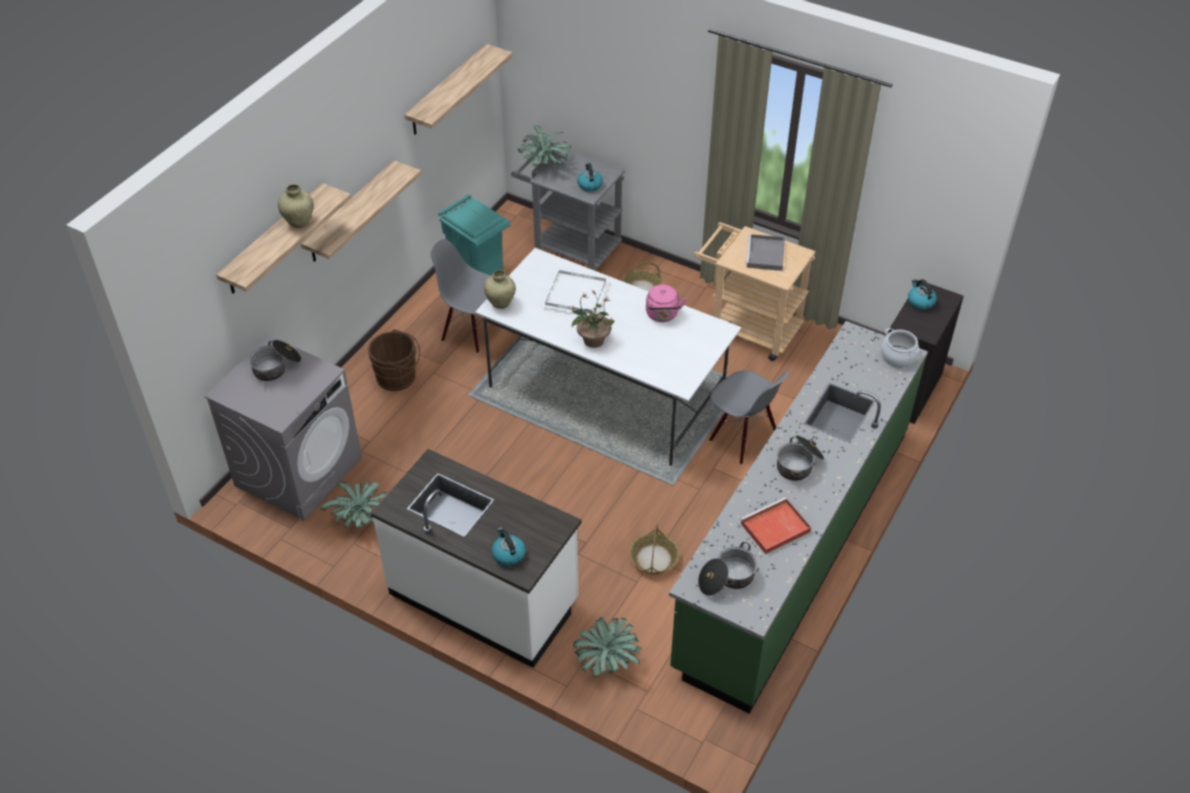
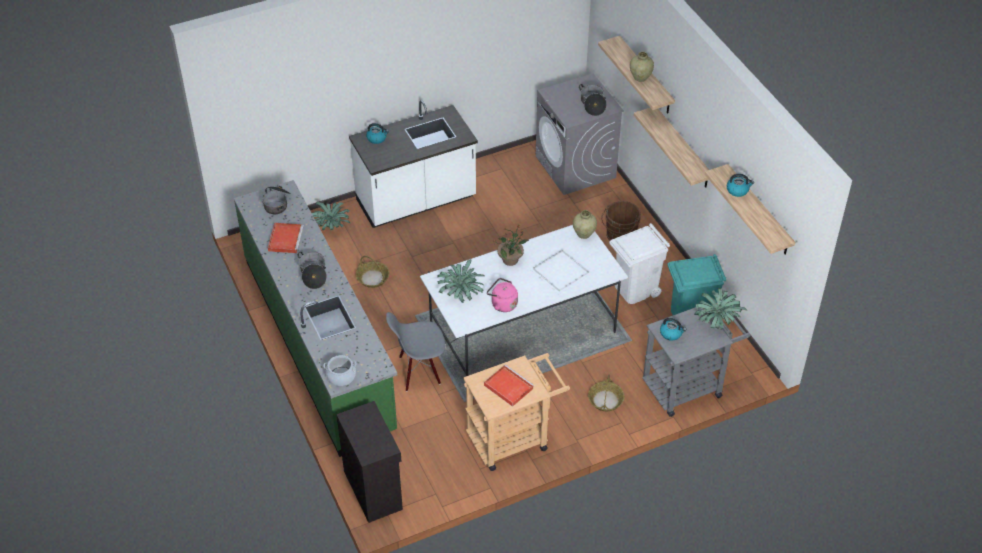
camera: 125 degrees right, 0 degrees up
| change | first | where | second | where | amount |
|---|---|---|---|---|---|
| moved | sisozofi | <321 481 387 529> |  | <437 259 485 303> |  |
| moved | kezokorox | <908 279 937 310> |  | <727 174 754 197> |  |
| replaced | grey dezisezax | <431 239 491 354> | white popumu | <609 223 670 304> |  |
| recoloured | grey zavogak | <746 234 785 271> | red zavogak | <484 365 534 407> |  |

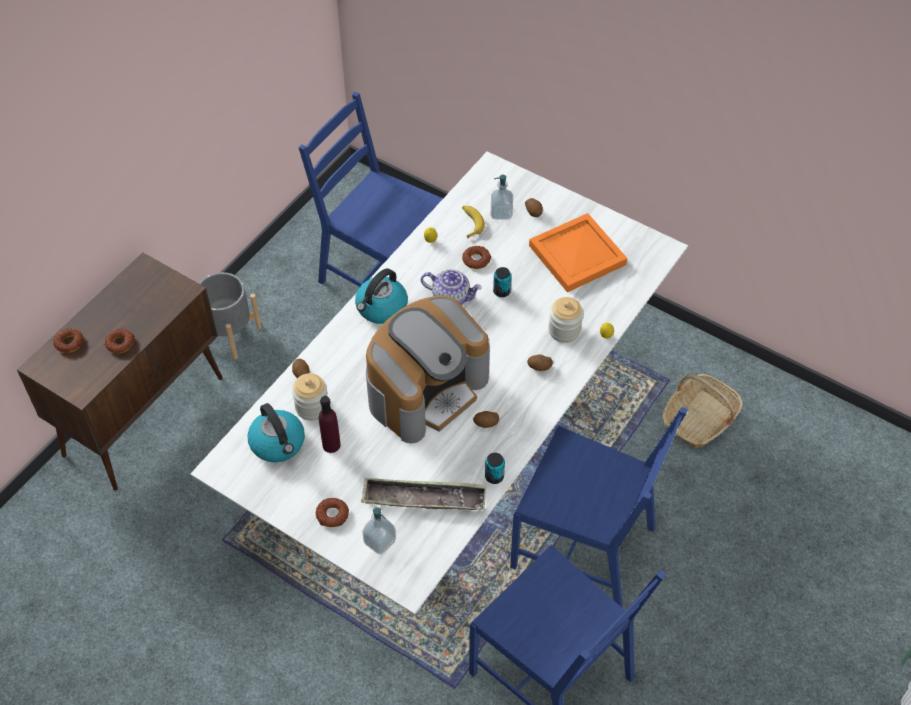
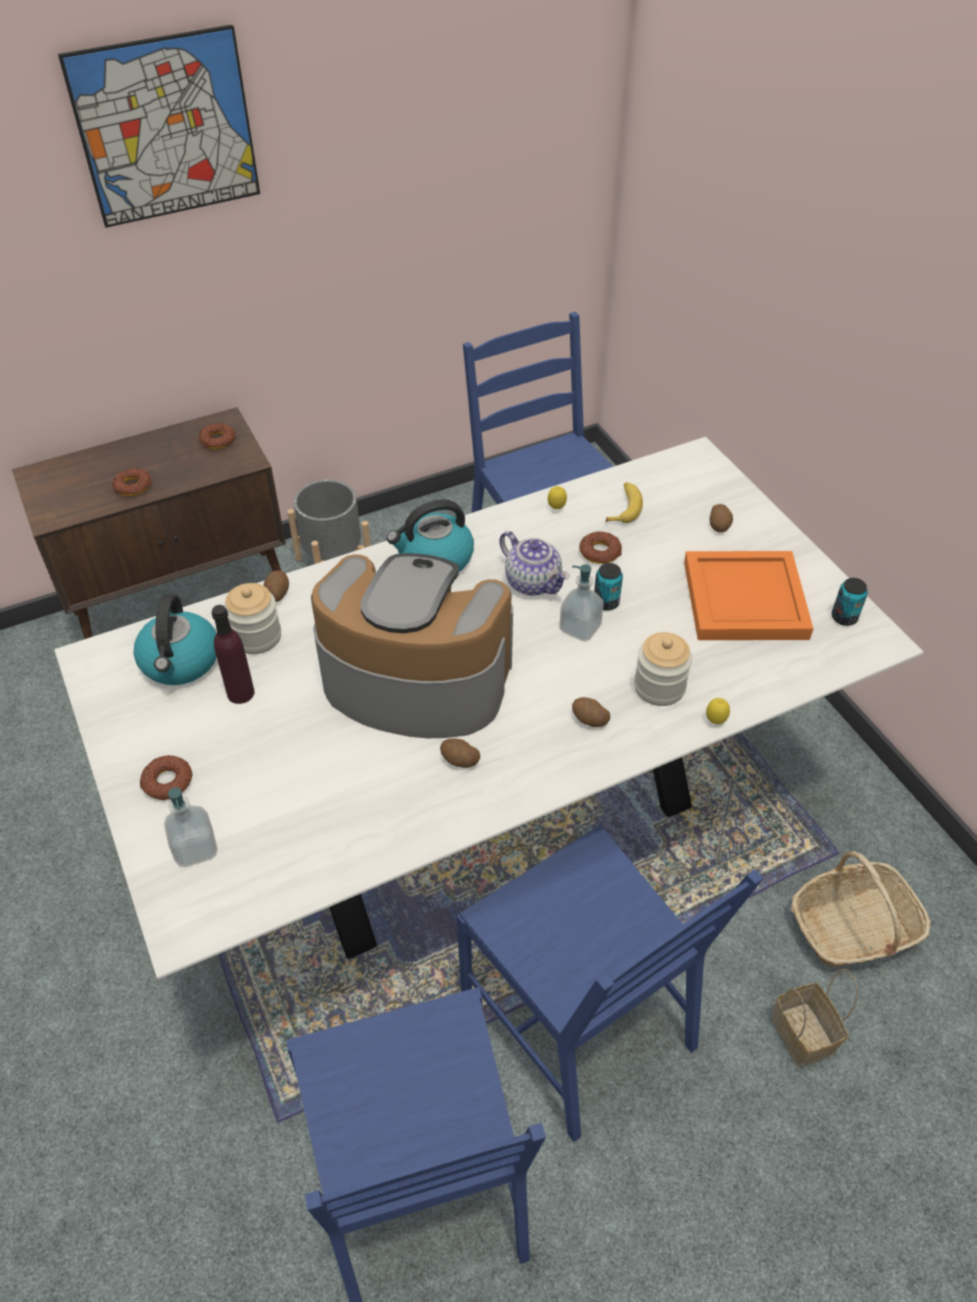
camera: 30 degrees right, 5 degrees down
| change | first | where | second | where | amount |
|---|---|---|---|---|---|
| removed | zavogak | <361 478 486 510> |  |  |  |
| added |  |  | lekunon | <58 24 260 228> |  |
| added |  |  | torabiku | <771 969 858 1067> |  |
| moved | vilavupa | <53 329 83 354> |  | <198 423 235 449> |  |
| moved | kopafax | <485 453 505 484> |  | <831 578 868 626> |  |
| moved | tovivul | <491 175 513 220> |  | <559 564 604 641> |  |
| turned | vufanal | <366 295 490 443> |  | <311 553 513 738> | 150 degrees counterclockwise |

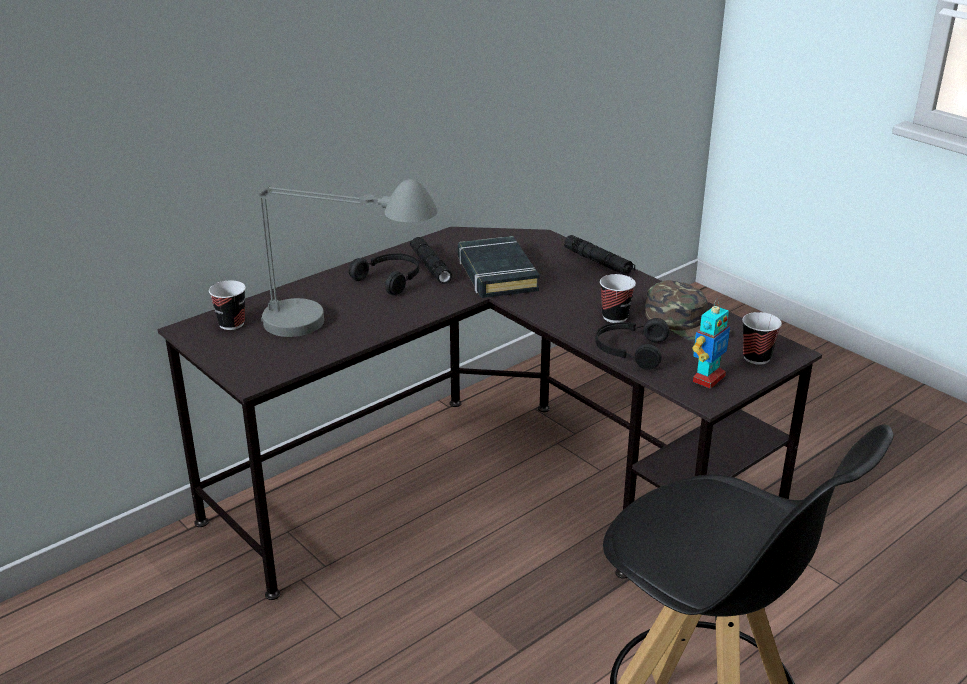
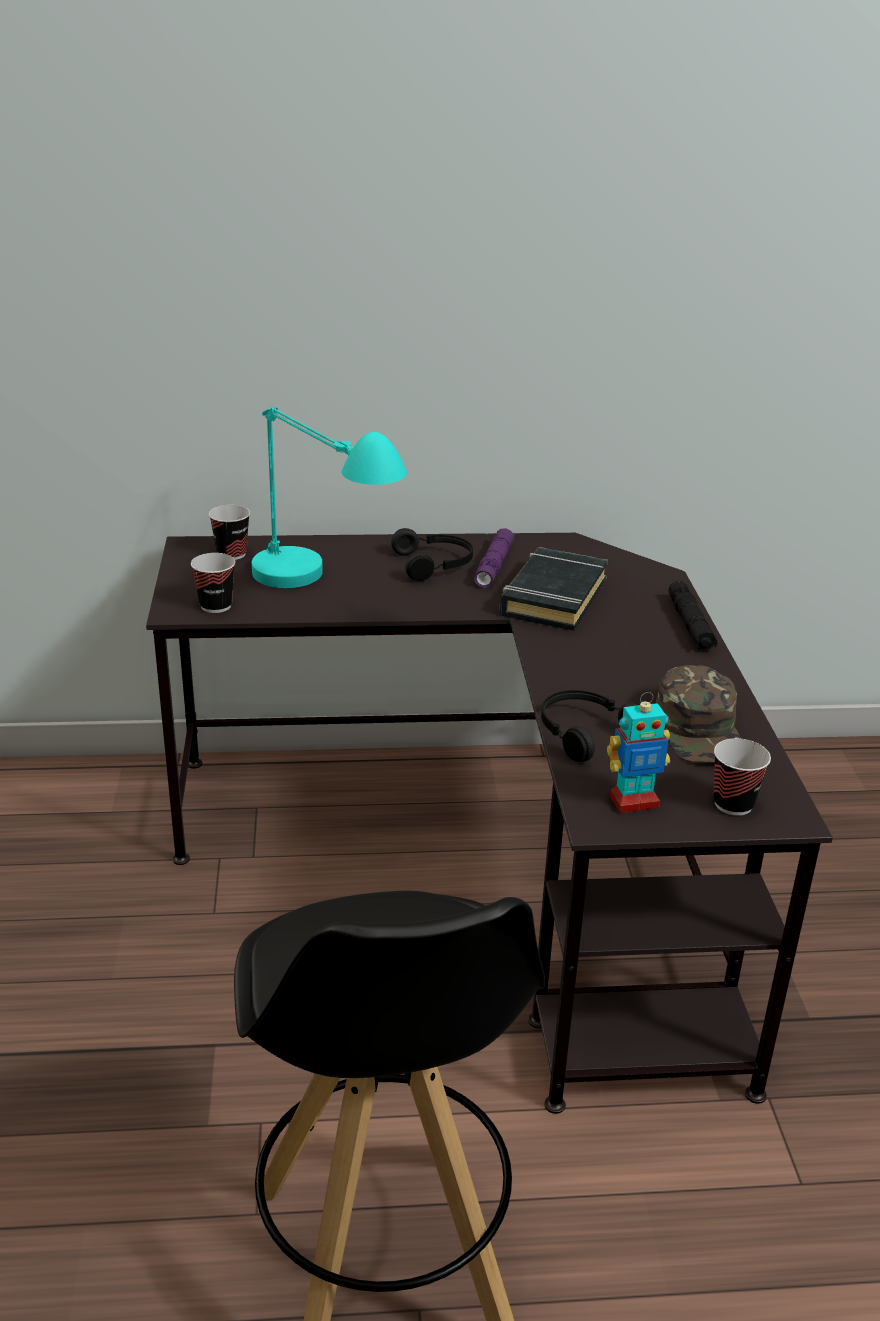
camera: 35 degrees right, 0 degrees up
| change | first | where | second | where | amount |
|---|---|---|---|---|---|
| moved | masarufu | <600 274 636 323> |  | <191 553 236 613> |  |
| recoloured | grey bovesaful | <258 179 438 337> | turquoise bovesaful | <252 407 407 588> |  |
| recoloured | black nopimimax | <410 237 452 284> | purple nopimimax | <474 528 515 588> |  |

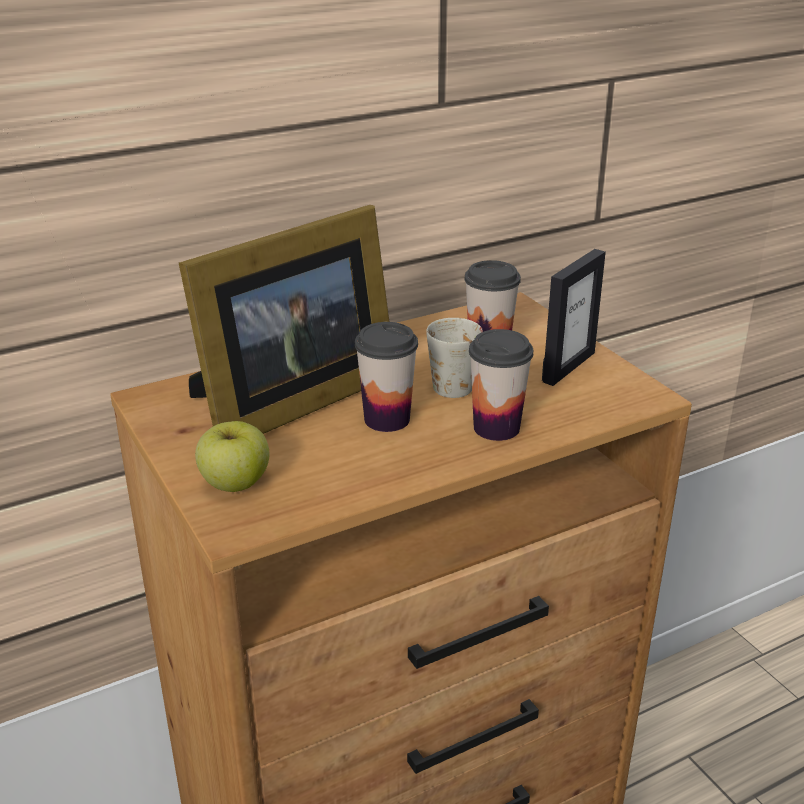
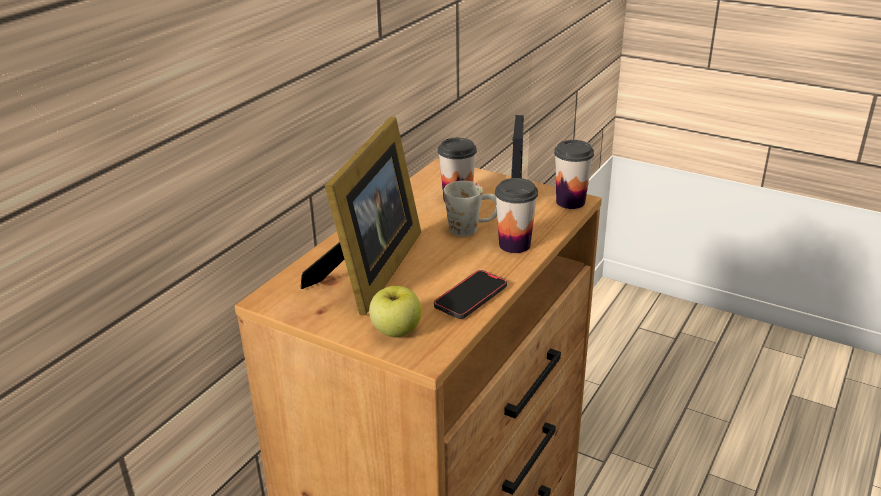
camera: 30 degrees left, 0 degrees up
| change | first | where | second | where | amount |
|---|---|---|---|---|---|
| added |  |  | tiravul | <434 270 507 319> |  |
| moved | masarufu | <355 322 418 432> |  | <554 140 594 209> |  |

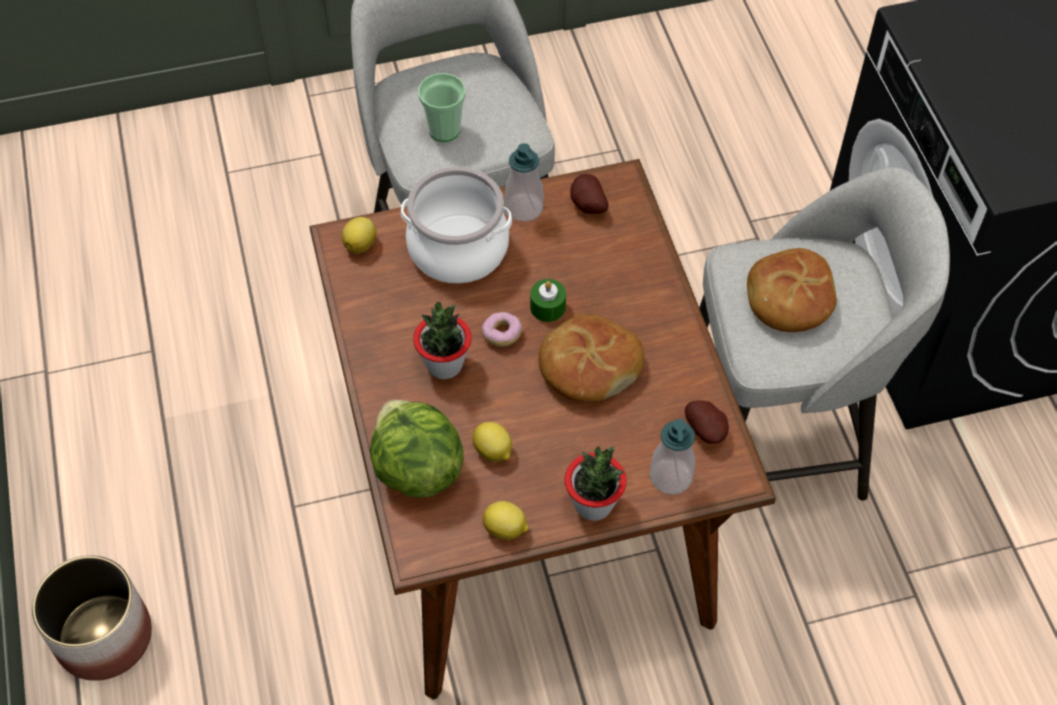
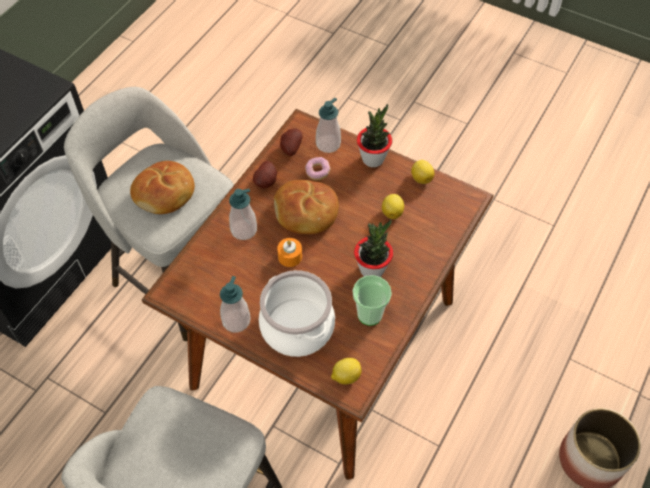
camera: 135 degrees left, 0 degrees up
| change | first | where | second | where | amount |
|---|---|---|---|---|---|
| removed | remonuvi | <370 400 464 498> |  |  |  |
| added |  |  | tovivul | <229 189 257 240> |  |
| moved | masarufu | <418 73 466 142> |  | <353 275 392 326> |  |
| moved | vilavupa | <481 312 522 347> |  | <305 157 330 180> |  |
| moved | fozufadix | <570 174 608 214> |  | <253 161 277 188> |  |
| recoloured | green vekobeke | <530 279 566 322> | orange vekobeke | <277 238 302 267> |  |

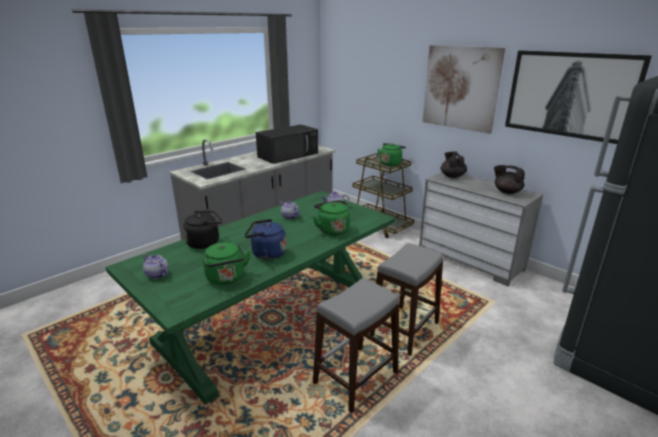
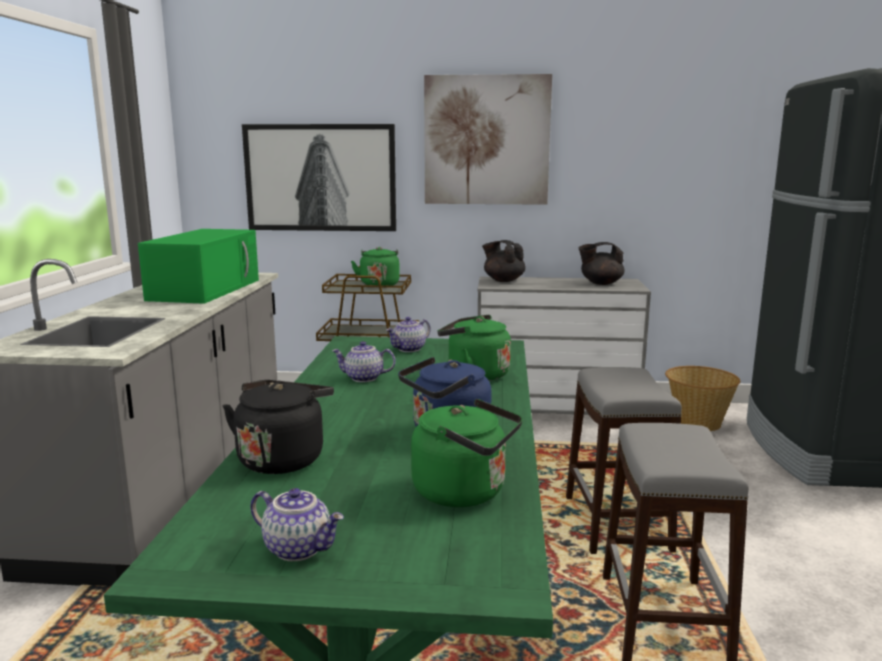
camera: 40 degrees left, 10 degrees down
| change | first | where | second | where | amount |
|---|---|---|---|---|---|
| added |  |  | torabiku | <665 366 740 431> |  |
| moved | lekunon | <505 50 652 144> |  | <242 124 396 231> |  |
| recoloured | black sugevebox | <256 125 318 164> | green sugevebox | <138 229 259 304> |  |
| turned | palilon | <143 254 168 279> |  | <250 488 344 561> | 150 degrees counterclockwise |

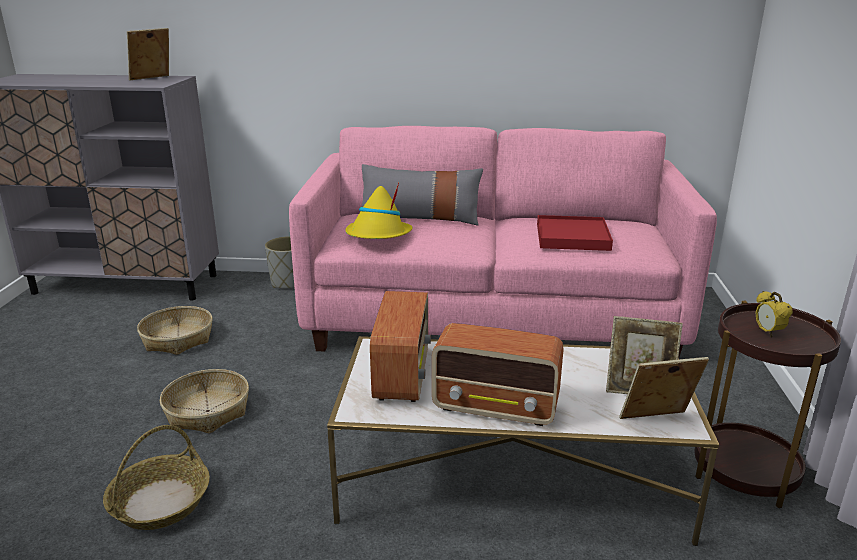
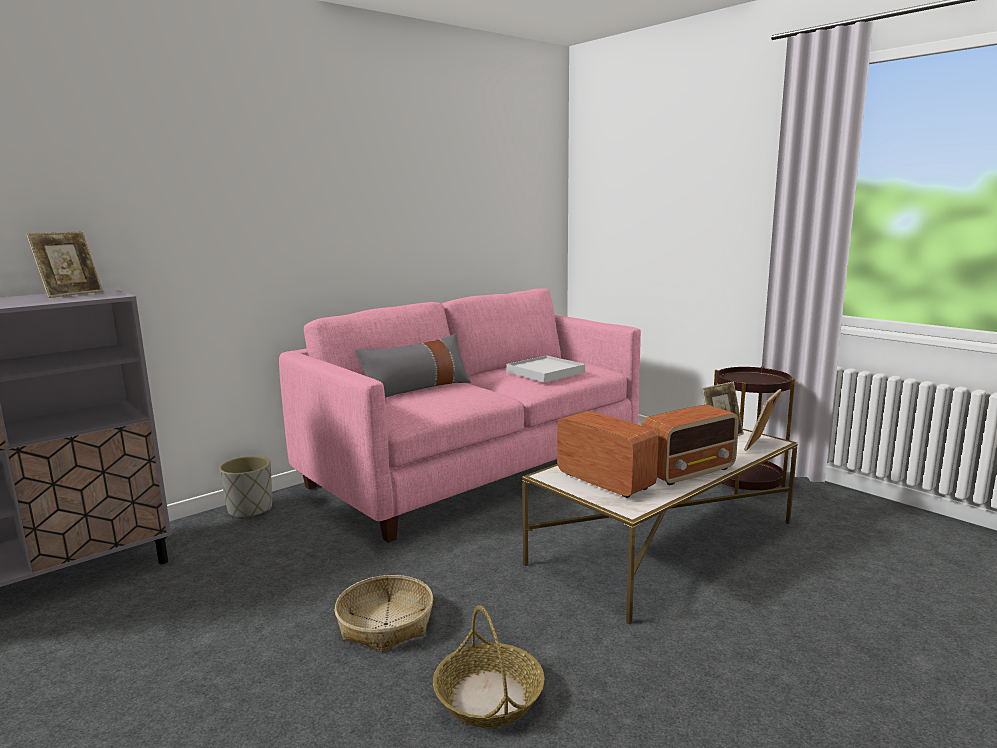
camera: 45 degrees left, 10 degrees down
| change | first | where | second | where | amount |
|---|---|---|---|---|---|
| removed | torabiku | <137 306 213 355> |  |  |  |
| removed | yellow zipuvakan | <345 183 413 239> |  |  |  |
| removed | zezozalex | <755 291 793 337> |  |  |  |
| recoloured | red zavogak | <537 215 613 251> | white zavogak | <506 355 585 383> |  |
| turned | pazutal | <127 28 169 80> |  | <26 232 103 298> | 150 degrees counterclockwise |

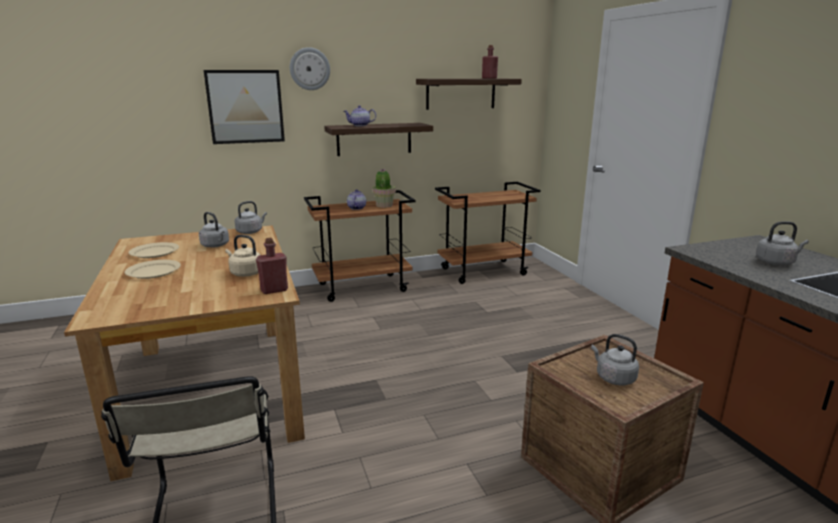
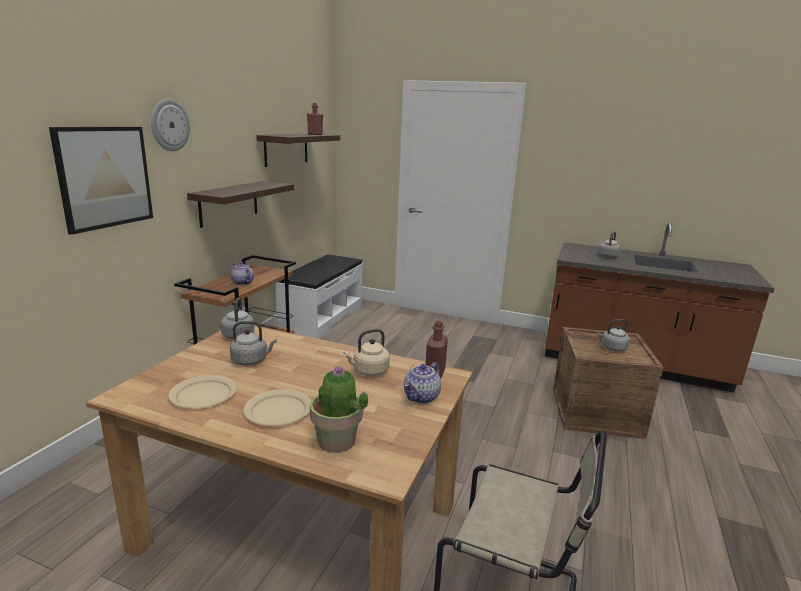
camera: 50 degrees left, 0 degrees up
| change | first | where | second | where | amount |
|---|---|---|---|---|---|
| moved | palilon | <344 105 376 126> |  | <404 362 441 404> |  |
| moved | sisozofi | <373 169 396 208> |  | <310 366 368 453> |  |
| replaced | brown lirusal | <435 182 541 284> | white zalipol | <275 254 363 339> |  |

